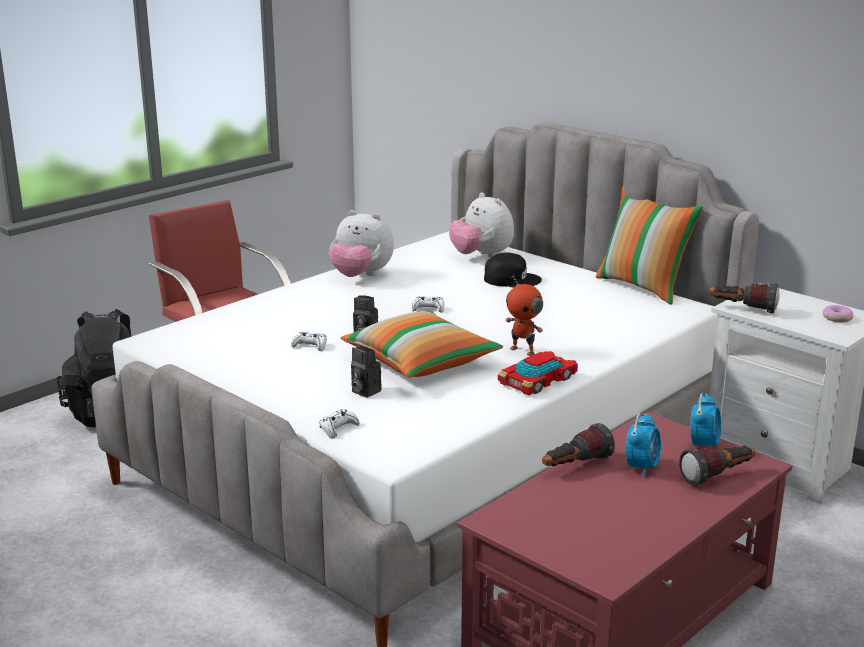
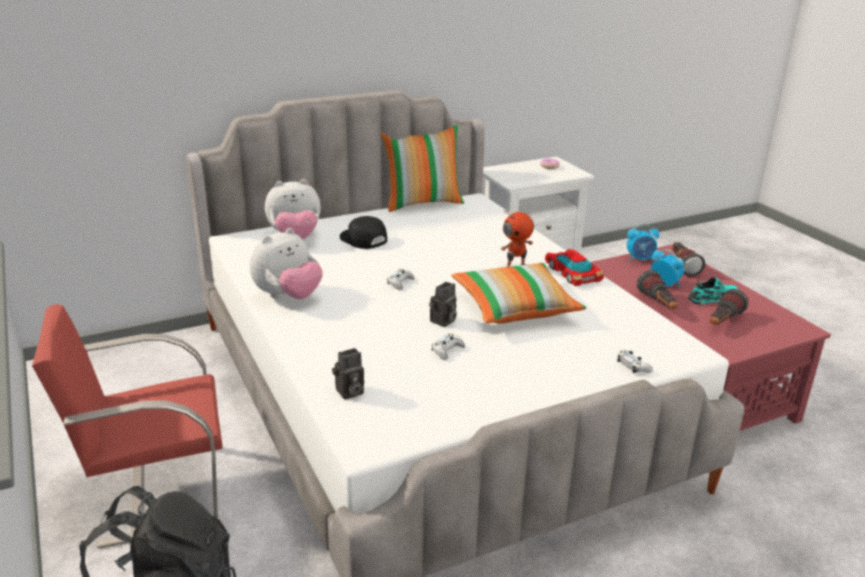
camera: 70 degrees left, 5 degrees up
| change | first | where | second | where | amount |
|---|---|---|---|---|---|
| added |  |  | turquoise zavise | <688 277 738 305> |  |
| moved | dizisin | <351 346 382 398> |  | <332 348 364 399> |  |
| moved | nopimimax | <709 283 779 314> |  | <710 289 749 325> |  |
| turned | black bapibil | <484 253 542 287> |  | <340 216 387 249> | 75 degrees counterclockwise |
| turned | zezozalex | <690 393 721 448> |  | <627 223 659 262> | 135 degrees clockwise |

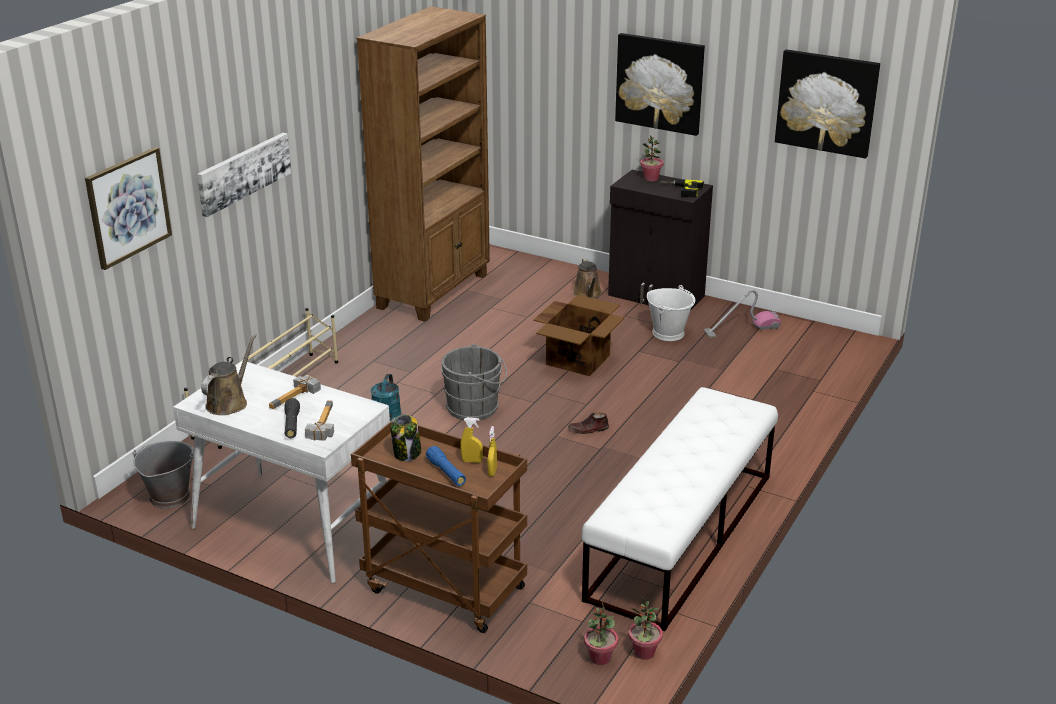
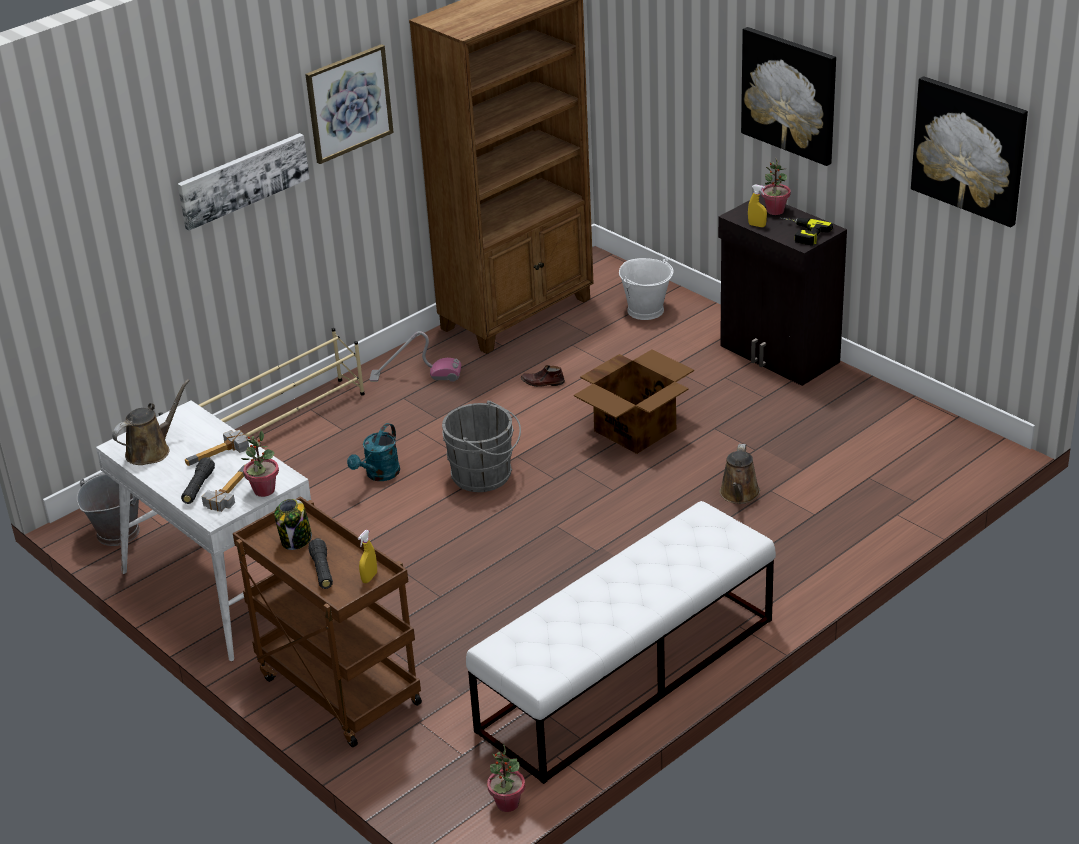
camera: 20 degrees right, 5 degrees up
| change | first | where | second | where | amount |
|---|---|---|---|---|---|
| moved | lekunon | <85 147 172 270> |  | <305 44 394 164> |  |
| moved | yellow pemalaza | <460 417 483 463> |  | <748 184 767 227> |  |
| moved | brown zavise | <568 413 609 434> |  | <521 365 565 387> |  |
| moved | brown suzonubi | <573 258 602 298> |  | <720 444 760 504> |  |
| moved | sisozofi | <584 602 618 665> |  | <241 431 279 497> |  |
| moved | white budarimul | <647 285 695 341> |  | <619 257 674 320> |  |
| moved | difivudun | <704 289 781 337> |  | <369 331 461 382> |  |
| recoloured | blue nopimimax | <426 446 466 486> | black nopimimax | <308 538 333 589> |  |

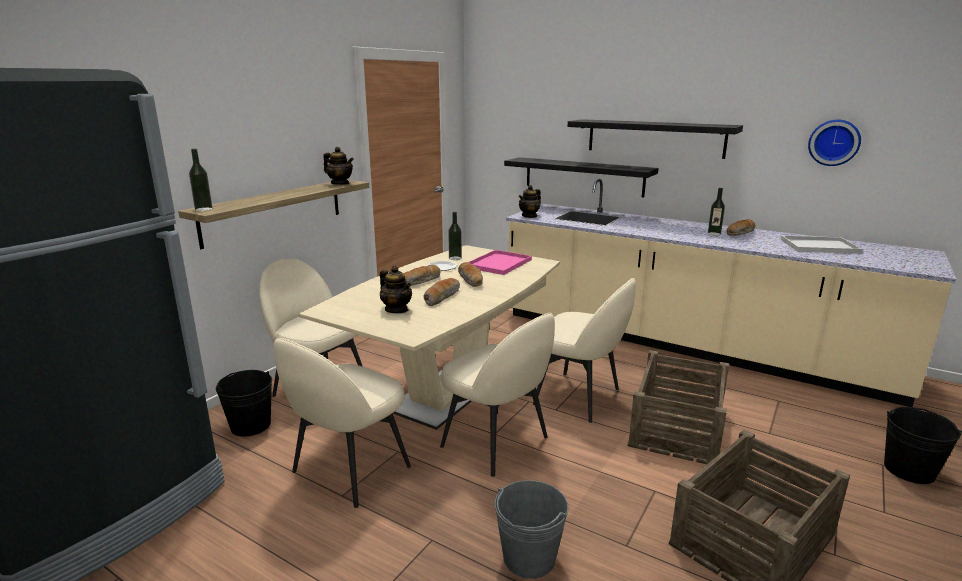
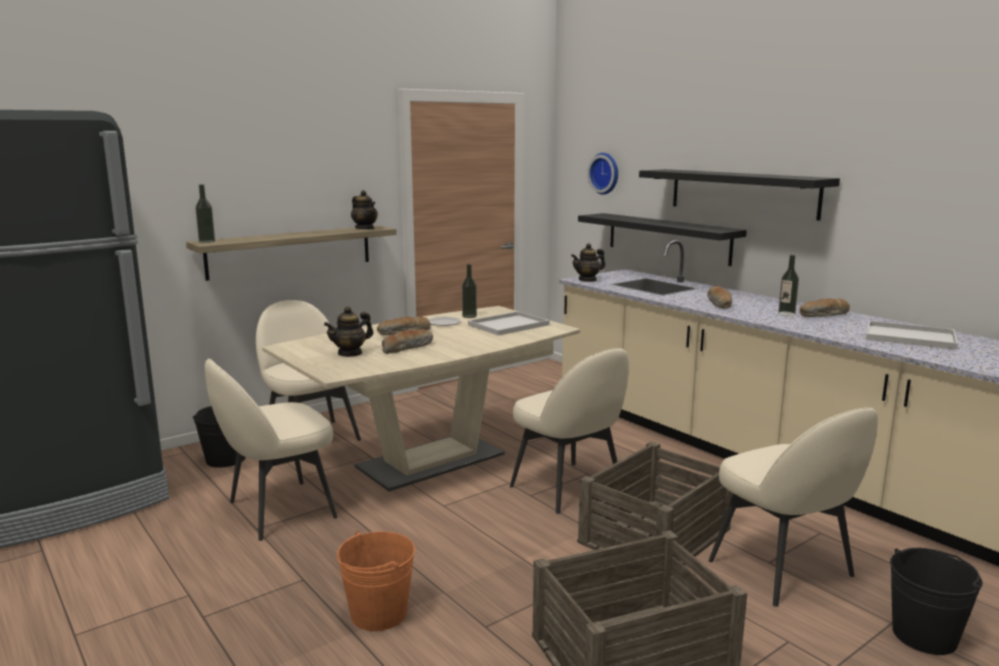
camera: 20 degrees right, 5 degrees down
| change | first | where | second | where | amount |
|---|---|---|---|---|---|
| moved | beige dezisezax | <440 313 555 477> |  | <709 407 878 607> |  |
| moved | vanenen | <458 262 483 287> |  | <707 286 732 308> |  |
| moved | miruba | <808 120 861 166> |  | <587 153 618 195> |  |
| recoloured | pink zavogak | <468 250 532 275> | white zavogak | <468 311 550 336> |  |
| recoloured | grey budarimul | <494 480 569 579> | orange budarimul | <337 531 415 631> |  |
| turned | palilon | <380 266 412 313> |  | <324 306 373 357> | 75 degrees clockwise |

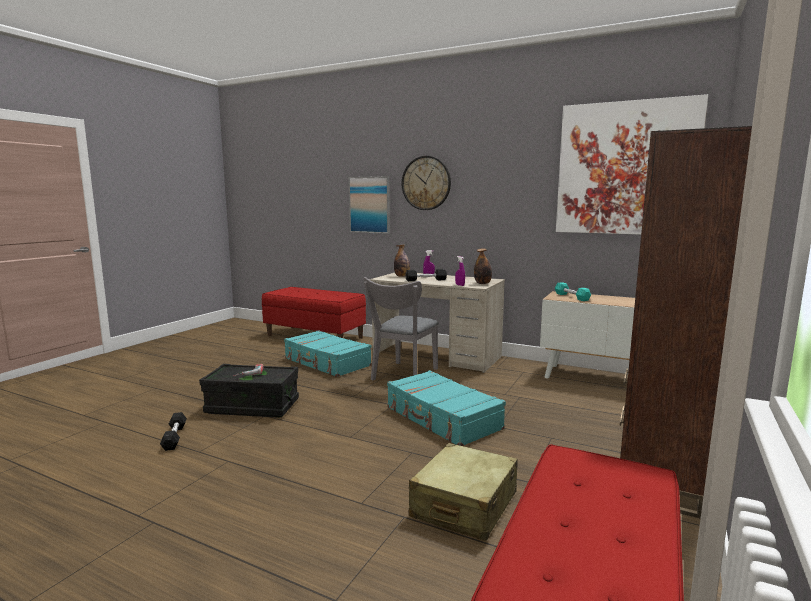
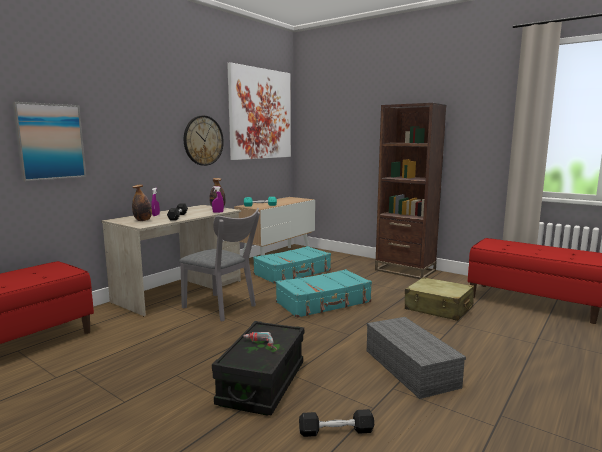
camera: 80 degrees left, 0 degrees up
| change | first | where | second | where | amount |
|---|---|---|---|---|---|
| added |  |  | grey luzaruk | <367 317 466 399> |  |
| moved | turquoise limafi | <284 330 372 377> |  | <253 246 331 284> |  |
| moved | miruba | <402 156 451 210> |  | <184 116 224 166> |  |

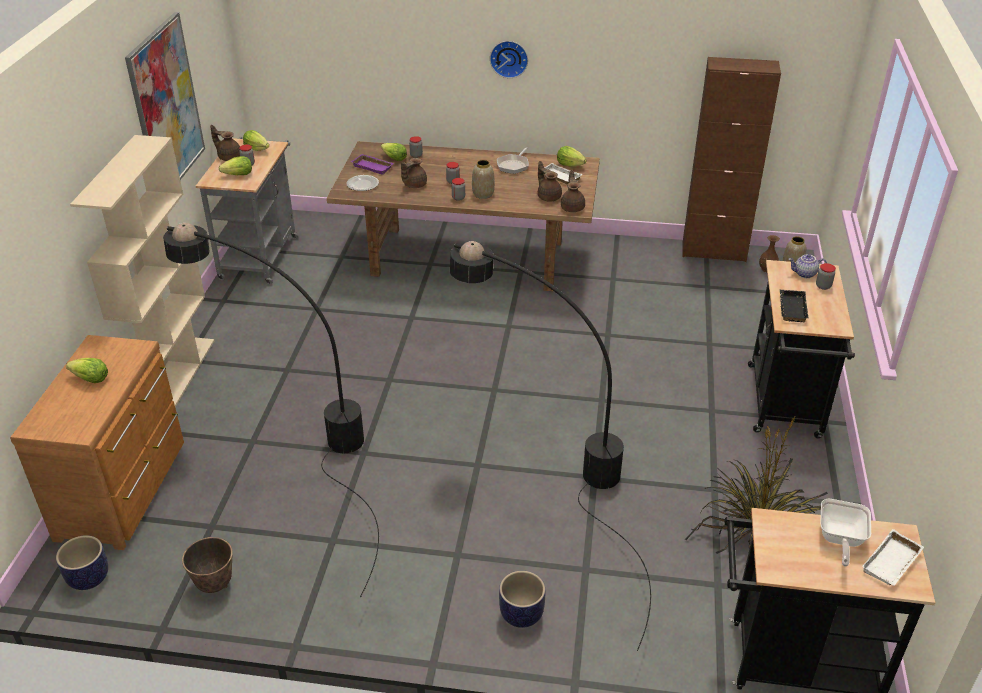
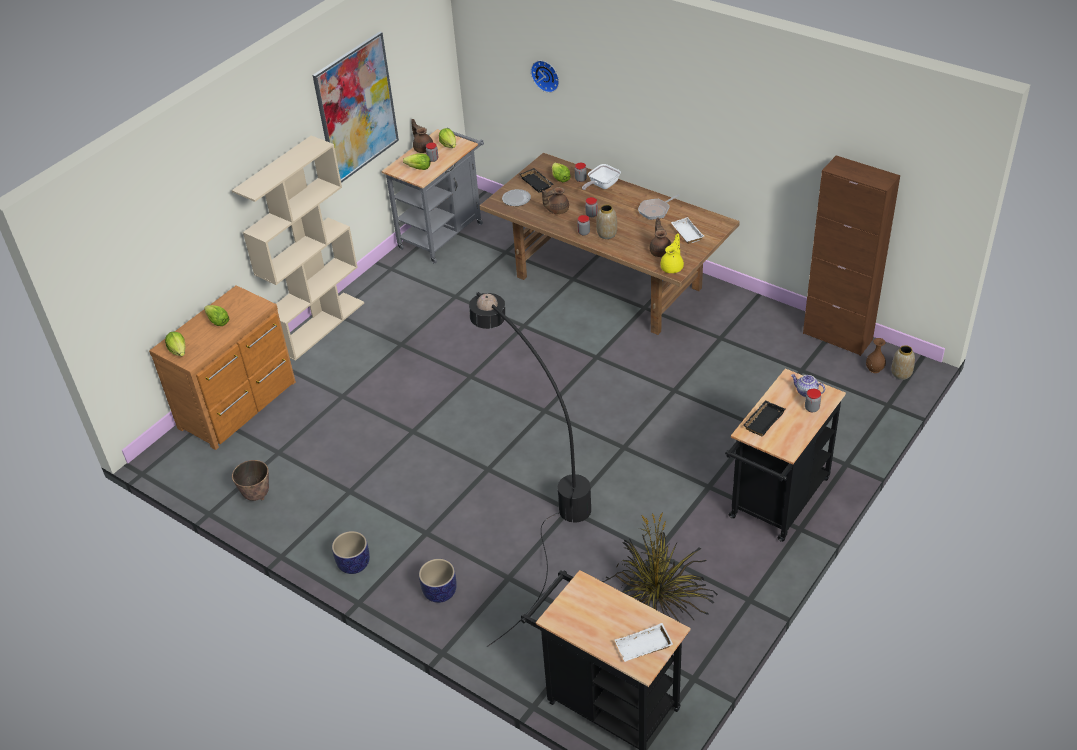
camera: 30 degrees right, 5 degrees up
| change | first | where | second | where | amount |
|---|---|---|---|---|---|
| removed | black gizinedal | <163 223 379 597> |  |  |  |
| moved | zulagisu | <56 535 108 590> |  | <332 531 370 574> |  |
| moved | miruba | <490 41 528 78> |  | <531 60 559 93> |  |
| moved | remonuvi | <557 146 587 166> |  | <165 332 186 356> |  |
| moved | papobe | <820 499 871 567> |  | <582 164 621 190> |  |
| recoloured | purple zavogak | <351 154 394 175> | black zavogak | <520 168 554 193> |  |
| recoloured | brown palilon | <561 170 585 212> | yellow palilon | <660 233 684 273> |  |

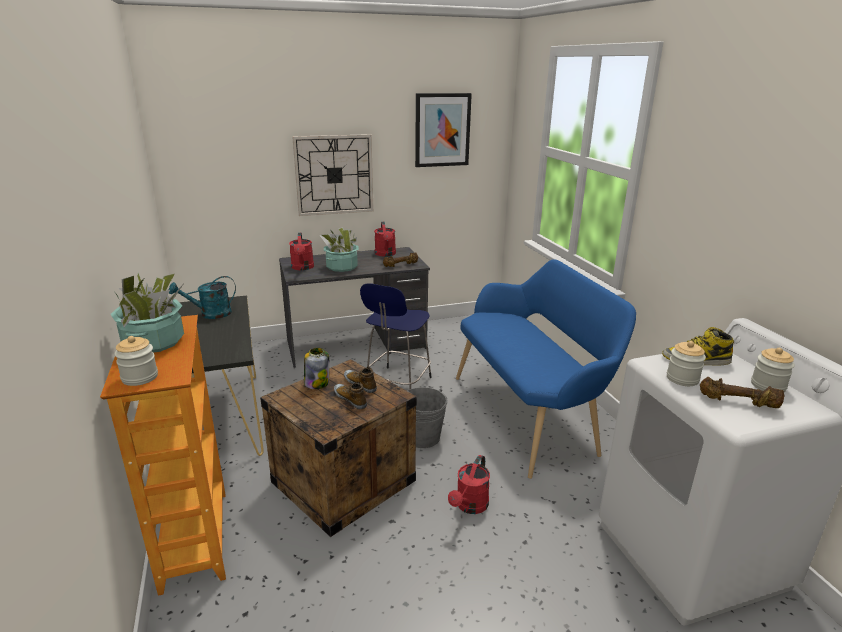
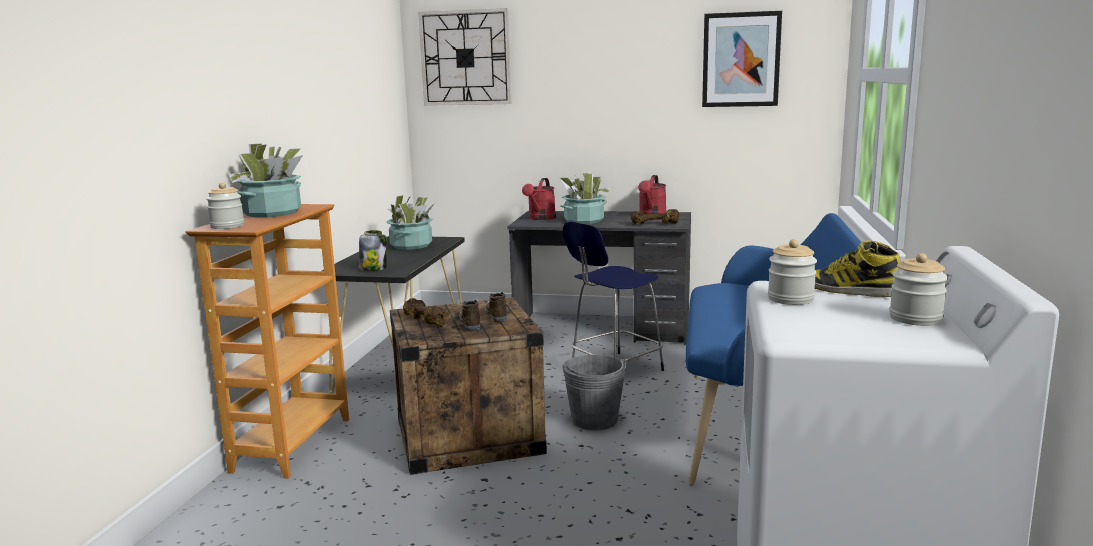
camera: 30 degrees right, 10 degrees down
| change | first | where | second | where | amount |
|---|---|---|---|---|---|
| removed | red suzonubi | <448 455 490 514> |  |  |  |
| moved | miruba | <292 134 373 216> |  | <418 8 511 106> |  |
| moved | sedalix | <304 348 329 389> |  | <359 230 387 271> |  |
| moved | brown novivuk | <700 377 785 408> |  | <403 298 449 327> |  |
| replaced | turquoise suzonubi | <169 276 236 319> | sisozofi | <386 195 435 250> |  |

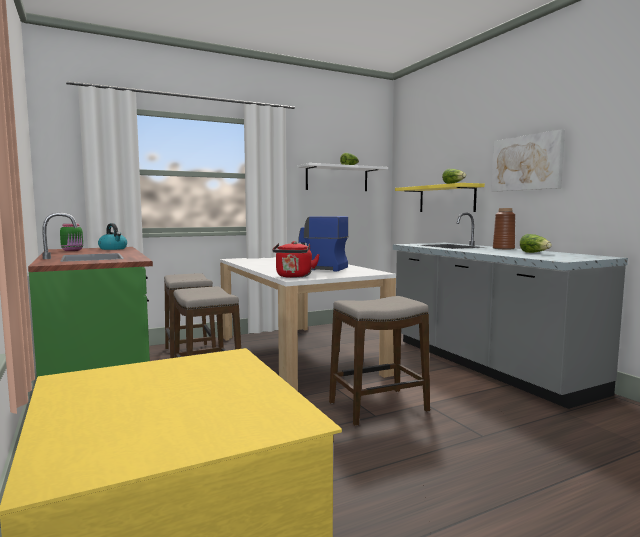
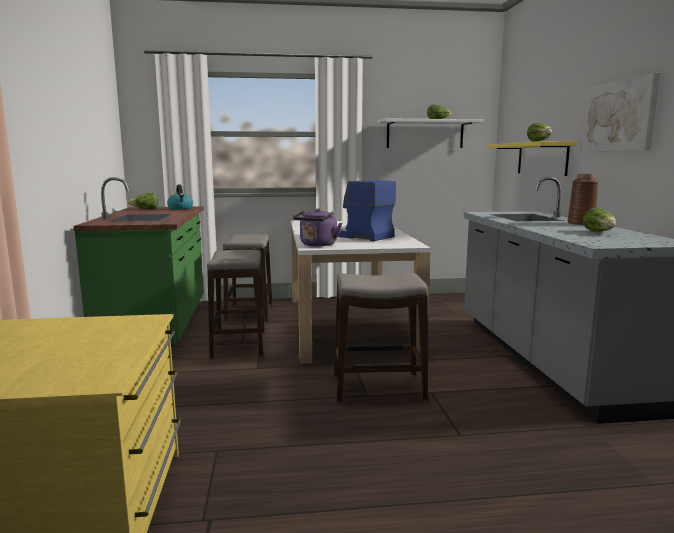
camera: 20 degrees right, 5 degrees up
| change | first | where | second | where | amount |
|---|---|---|---|---|---|
| replaced | green sedalix | <60 224 83 251> | remonuvi | <127 193 158 209> |  |
| recoloured | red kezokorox | <272 241 320 278> | purple kezokorox | <293 208 342 246> |  |

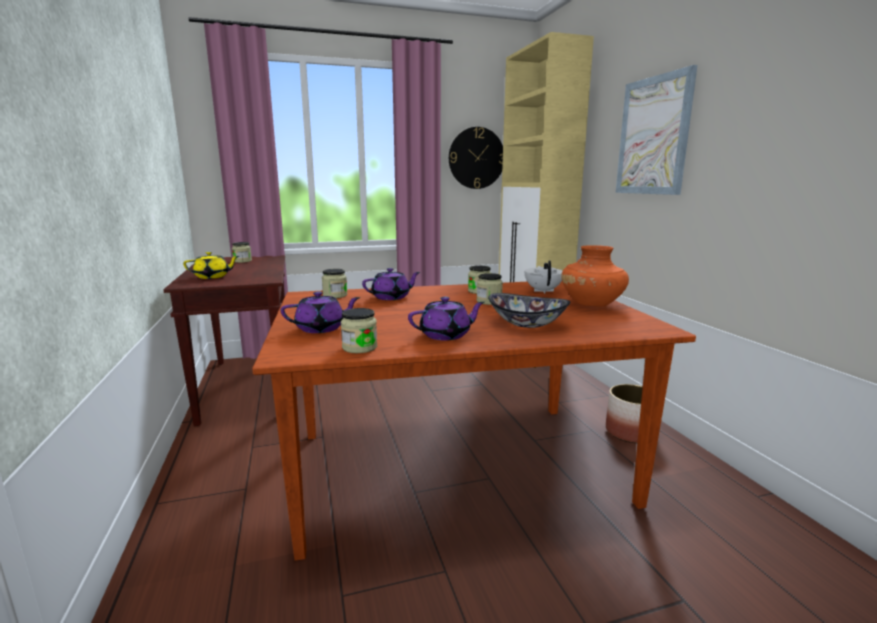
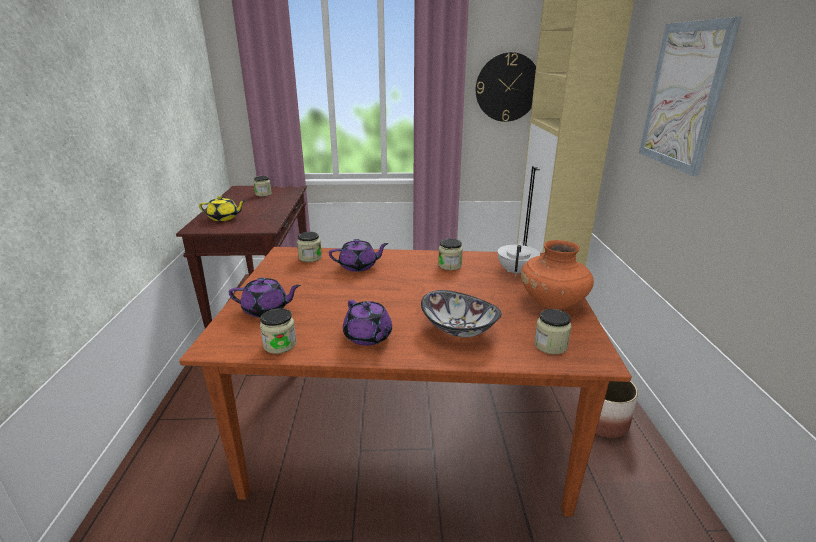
camera: 15 degrees right, 10 degrees up
| change | first | where | second | where | amount |
|---|---|---|---|---|---|
| moved | sedalix | <477 273 503 305> |  | <534 309 572 354> |  |
| turned | purple palilon | <408 297 485 341> |  | <343 300 392 346> | 60 degrees clockwise |

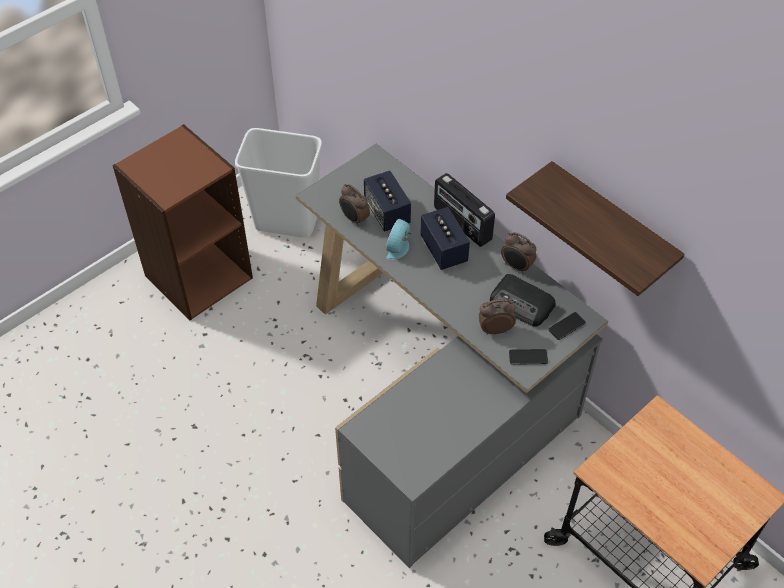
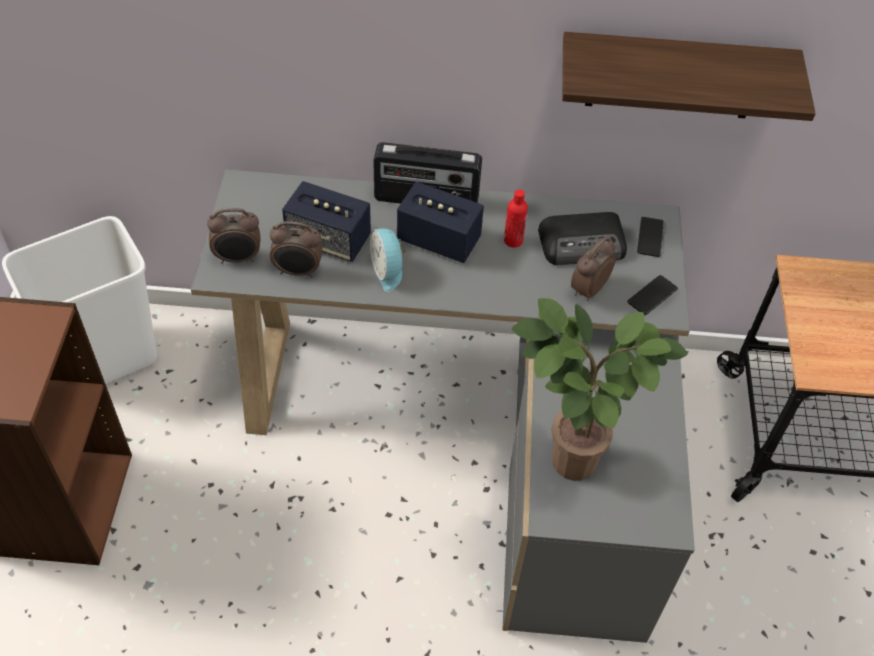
camera: 45 degrees left, 0 degrees up
| change | first | where | second | where | amount |
|---|---|---|---|---|---|
| added |  |  | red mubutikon | <504 189 528 248> |  |
| added |  |  | sisozofi | <511 298 688 481> |  |
| moved | zezozalex | <501 232 536 274> |  | <207 208 260 264> |  |

